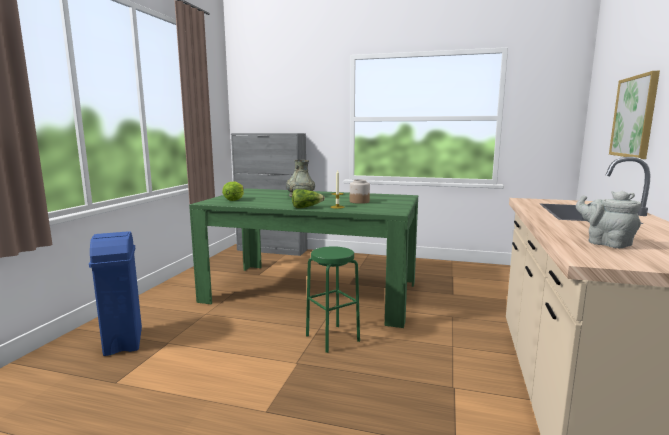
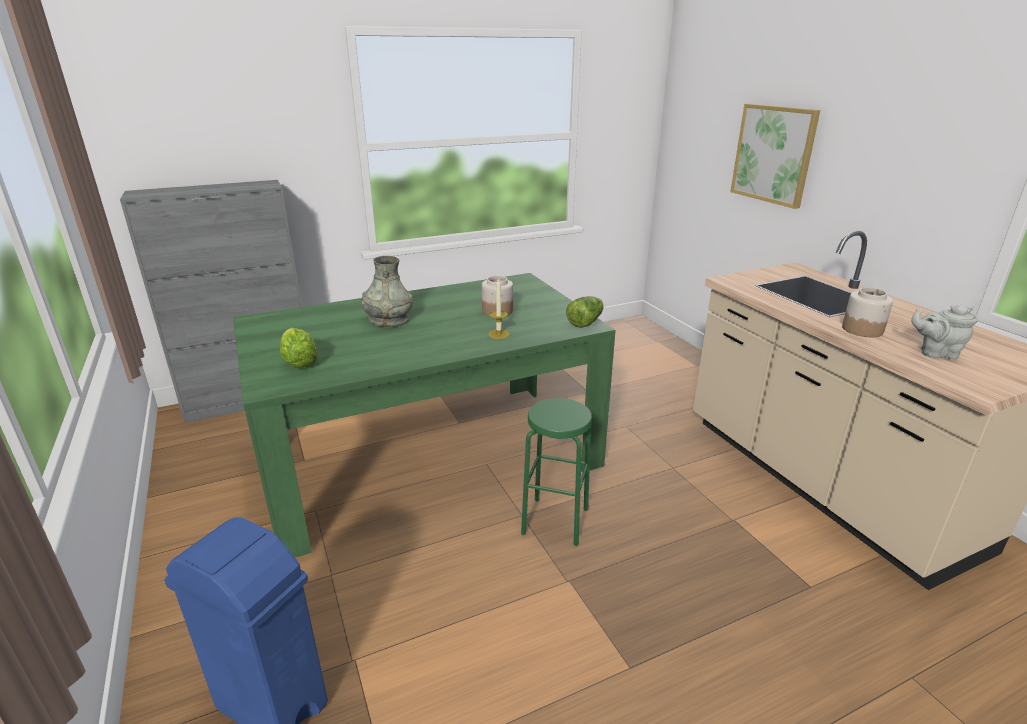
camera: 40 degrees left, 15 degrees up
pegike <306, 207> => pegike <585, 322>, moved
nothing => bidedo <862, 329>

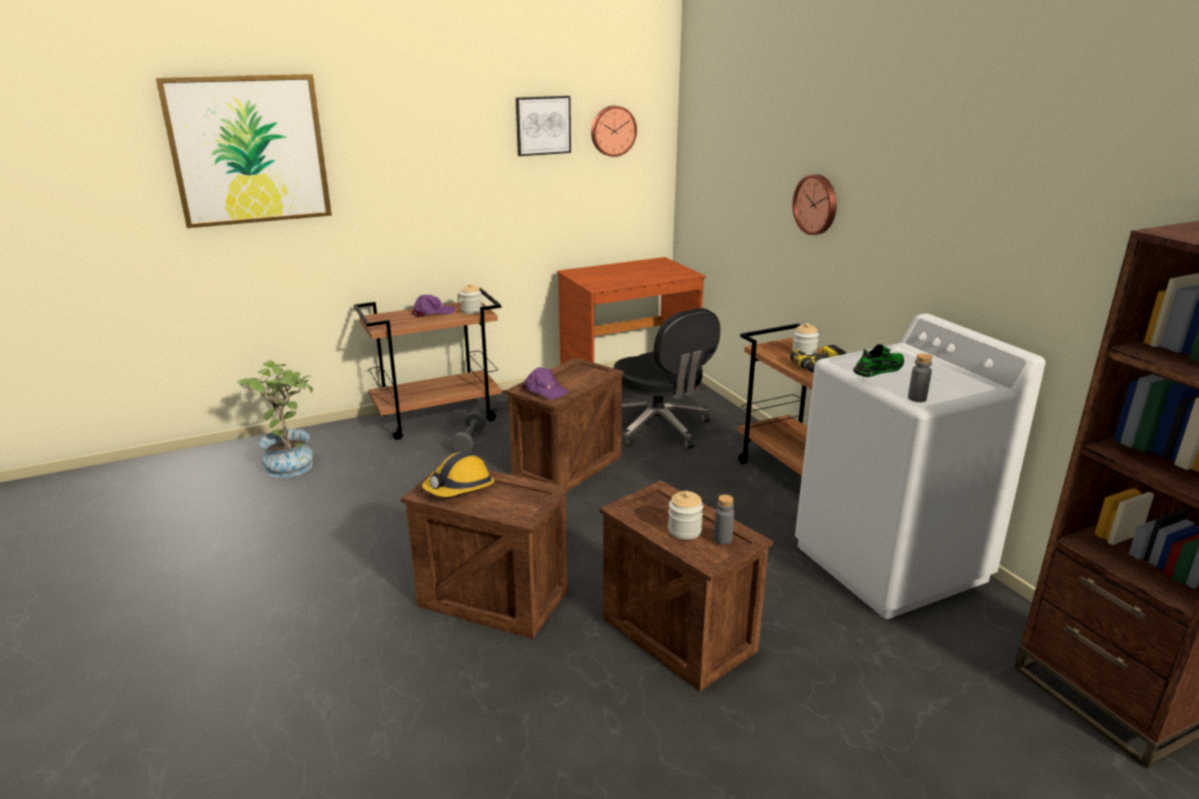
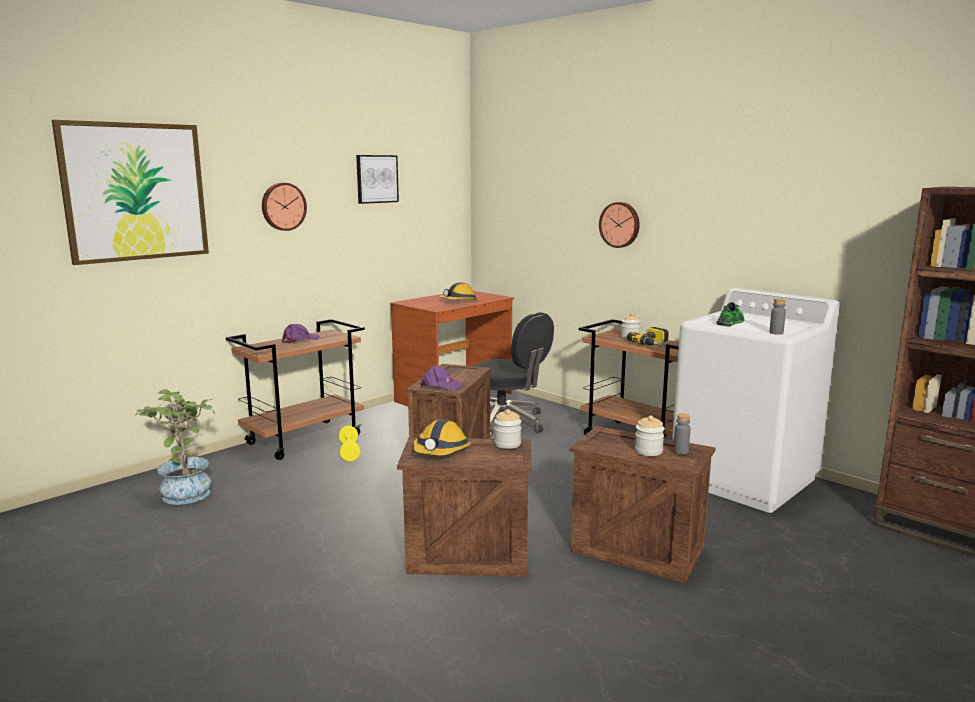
camera: 20 degrees left, 10 degrees down
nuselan <612, 131> => nuselan <283, 206>, moved
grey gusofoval <469, 441> => yellow gusofoval <349, 452>
nothing => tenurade <458, 302>
bidedo <471, 311> => bidedo <507, 444>, moved

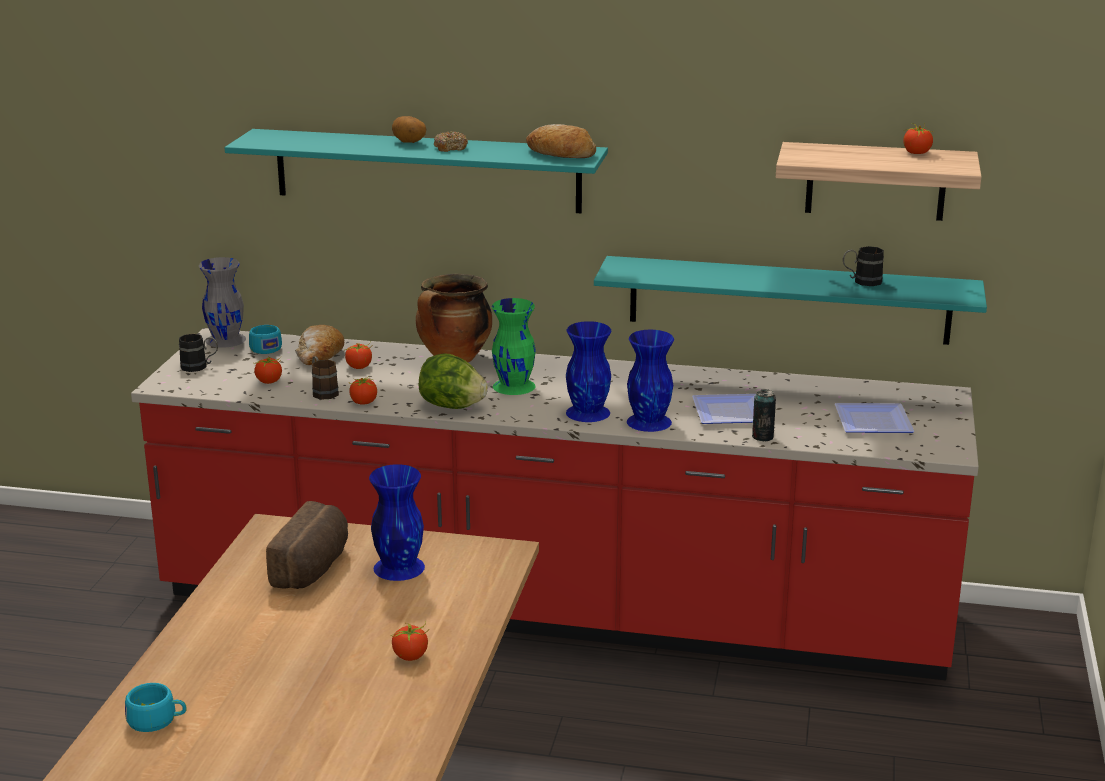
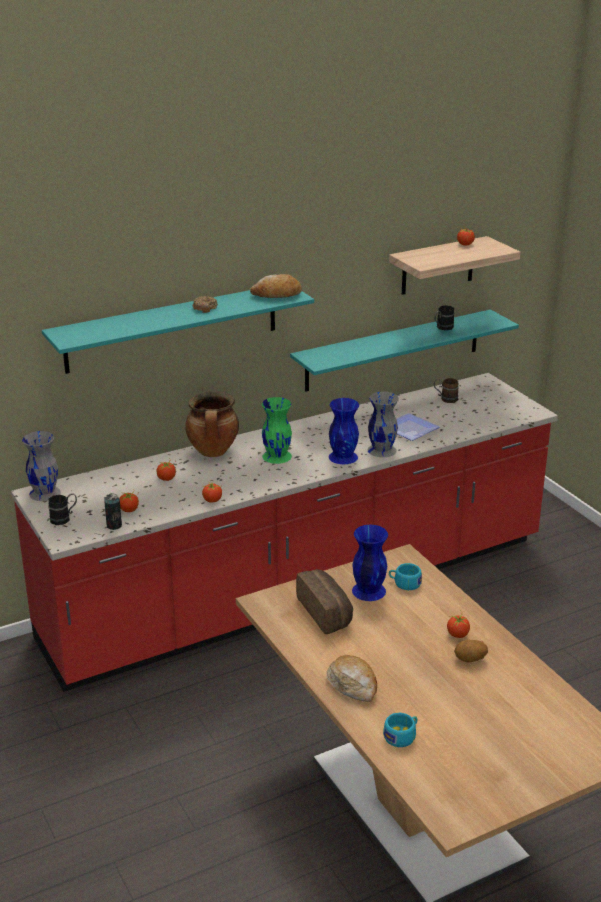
camera: 40 degrees left, 5 degrees up
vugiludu <762, 437> => vugiludu <114, 526>, moved
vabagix <319, 355> => vabagix <353, 685>, moved
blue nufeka <649, 421> => grey nufeka <381, 450>
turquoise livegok <264, 348> => turquoise livegok <404, 583>, moved
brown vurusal <322, 391> => brown vurusal <445, 398>, moved
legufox <409, 142> => legufox <470, 660>, moved
pegike <452, 406> => nothing
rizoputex <870, 421> => nothing

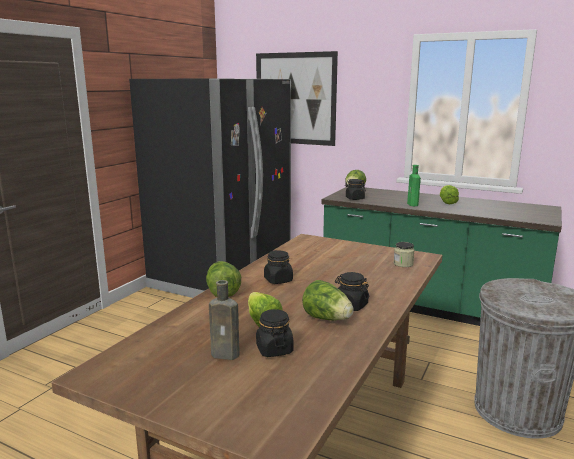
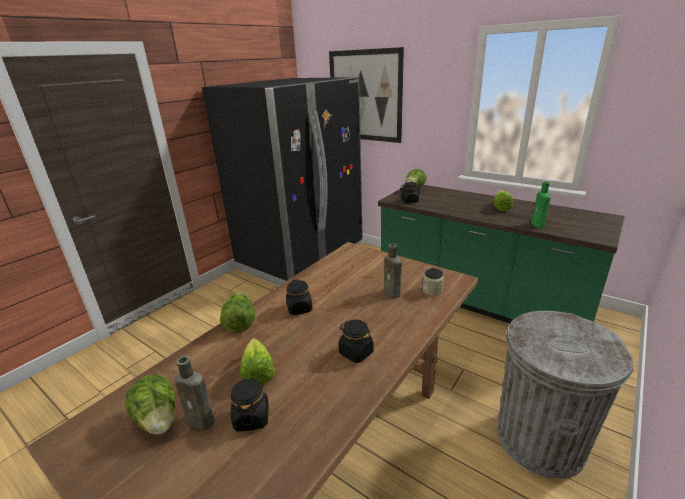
camera: 10 degrees right, 10 degrees up
pegike <327, 319> => pegike <159, 420>, moved
nothing => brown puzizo <393, 293>
green puzizo <413, 204> => green puzizo <538, 225>, moved

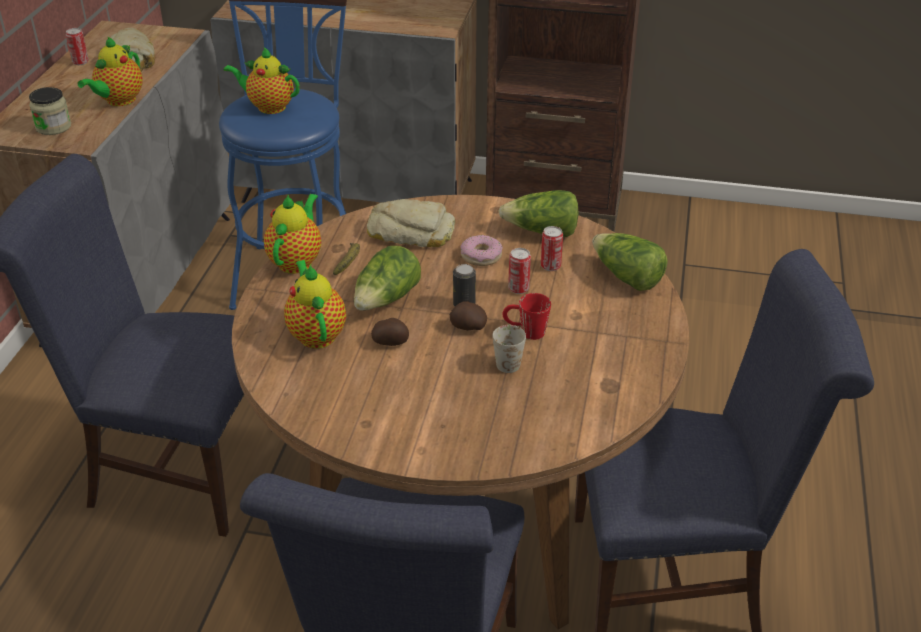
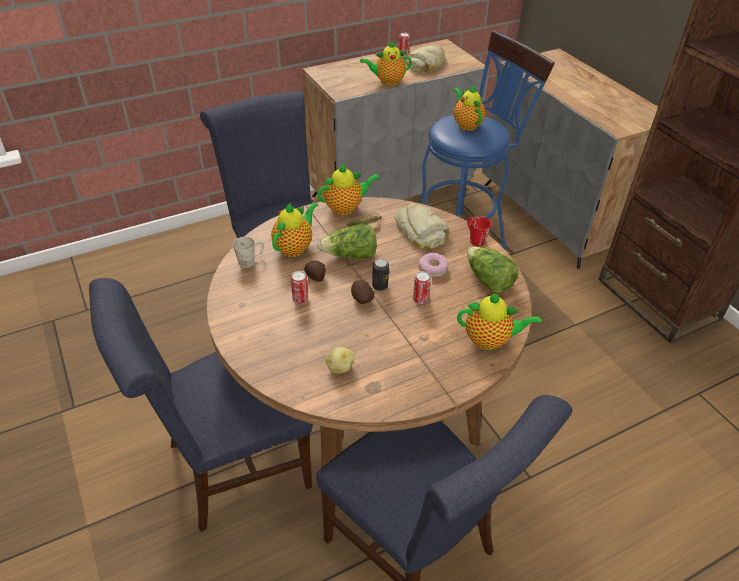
camera: 50 degrees right, 5 degrees up
white vurusal <508, 360> => white vurusal <251, 260>, moved
vugiludu <550, 266> => vugiludu <300, 299>, moved
nothing => legufox <339, 367>
pegike <626, 277> => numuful <490, 340>
red vurusal <525, 332> => red vurusal <474, 239>, moved
bidedo <53, 127> => nothing

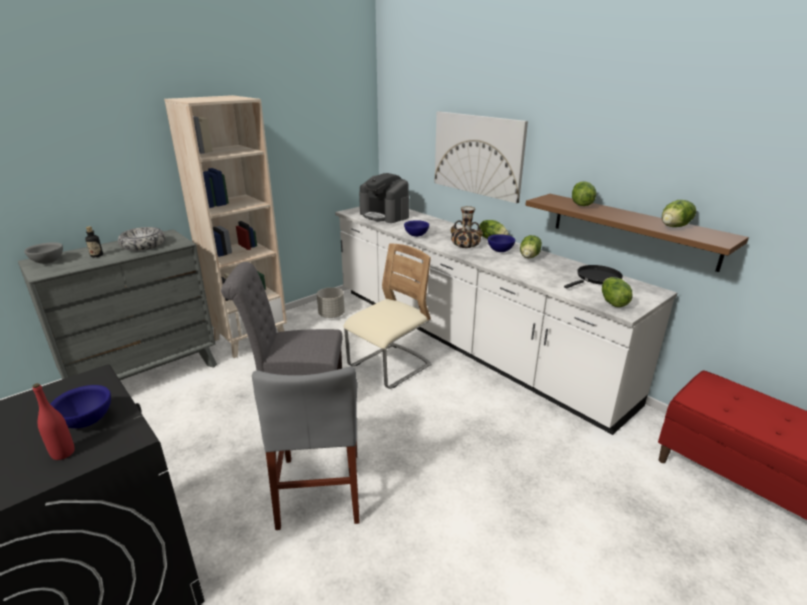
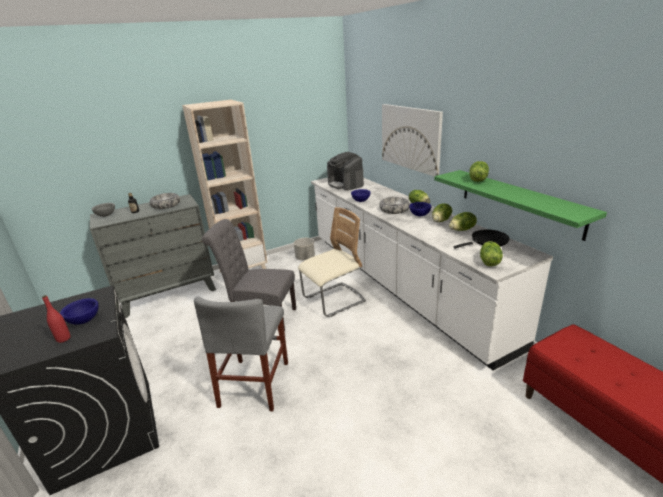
camera: 15 degrees right, 0 degrees up
nufeka <465, 245> => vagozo <394, 209>
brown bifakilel <632, 230> => green bifakilel <518, 202>
pegike <675, 226> => pegike <462, 230>, moved

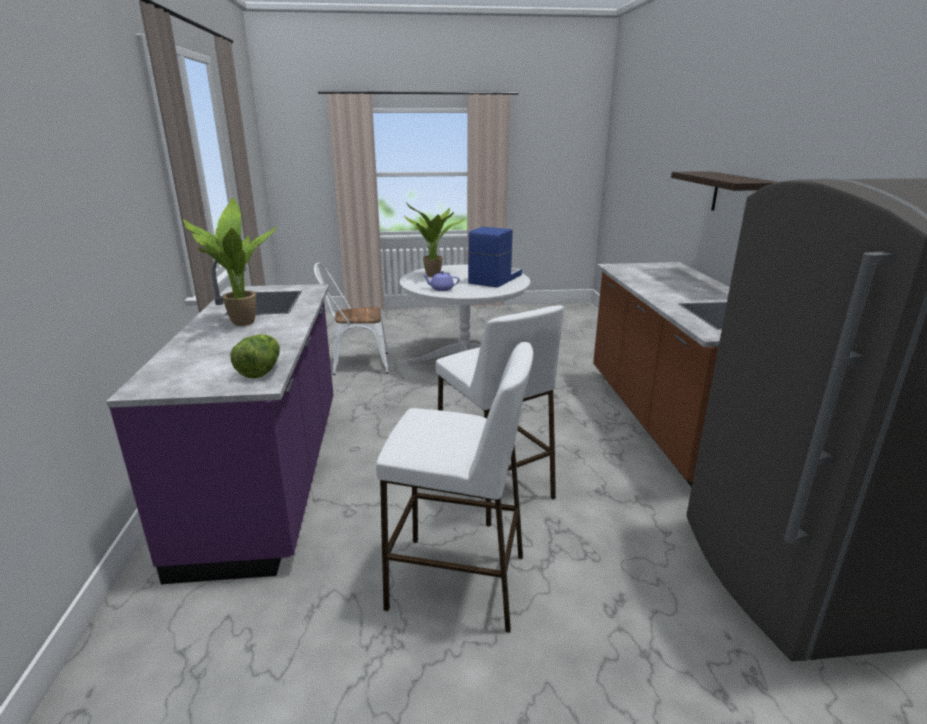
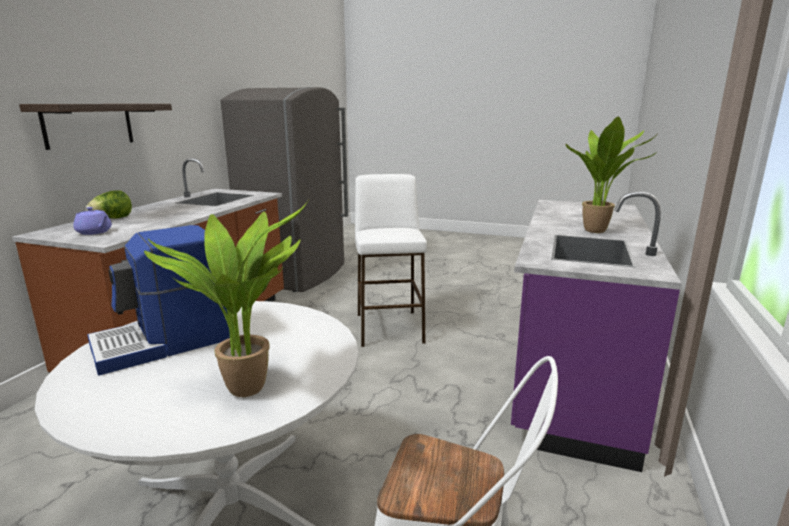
camera: 155 degrees left, 5 degrees down
purple numuful <441, 289> => purple numuful <94, 232>, moved
pegike <261, 371> => pegike <112, 219>, moved
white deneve <458, 582> => nothing

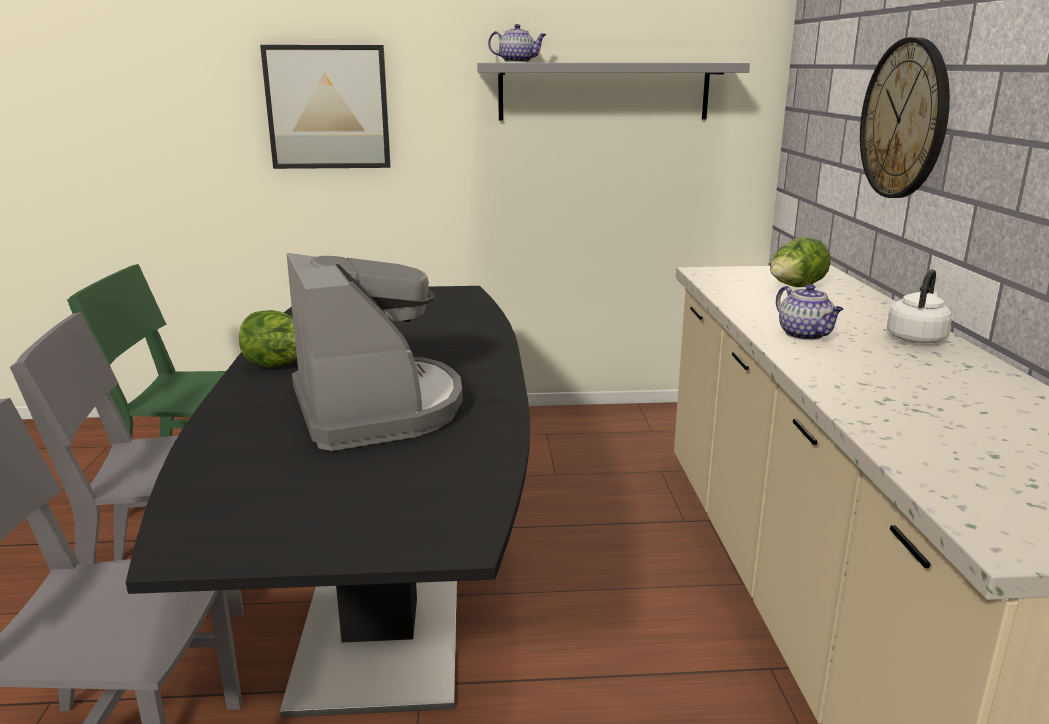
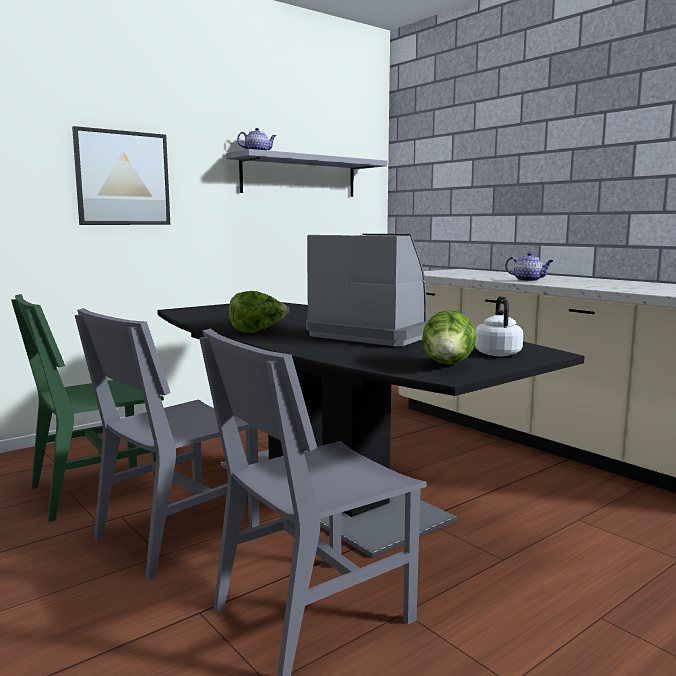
camera: 35 degrees left, 10 degrees down
pegike <795, 288> => pegike <448, 365>, moved
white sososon <916, 338> => white sososon <497, 353>, moved
nuselan <904, 119> => nothing

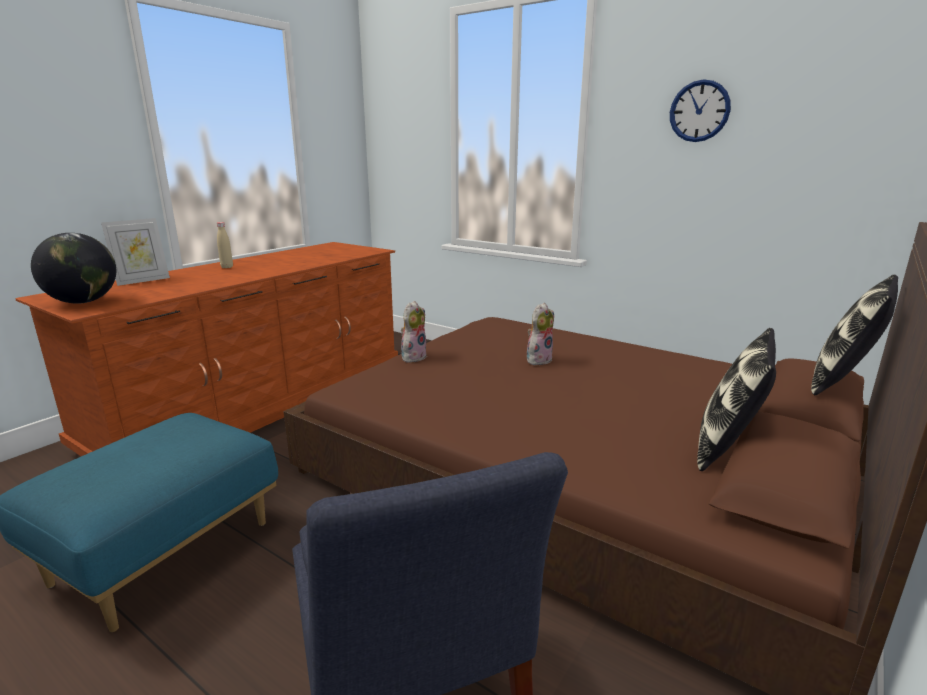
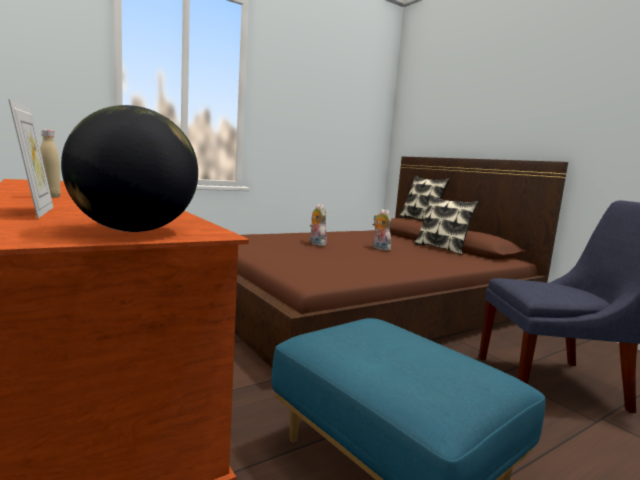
camera: 70 degrees left, 10 degrees down
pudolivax <413, 357> => pudolivax <379, 248>, moved
nuselan <699, 111> => nothing

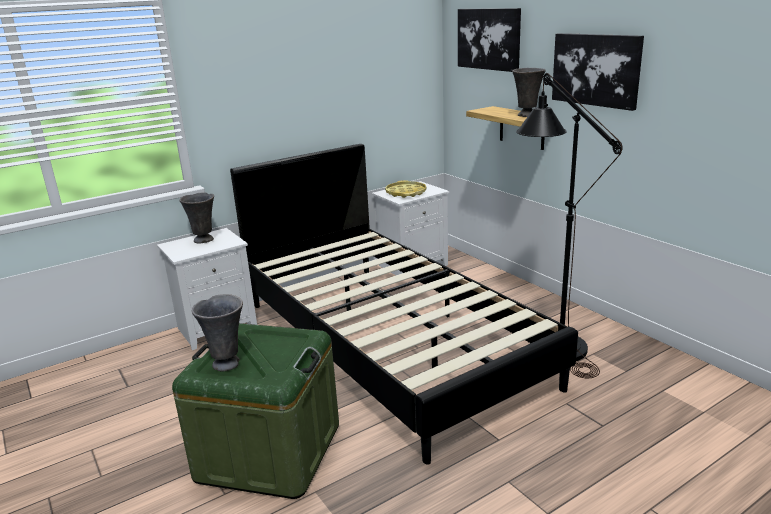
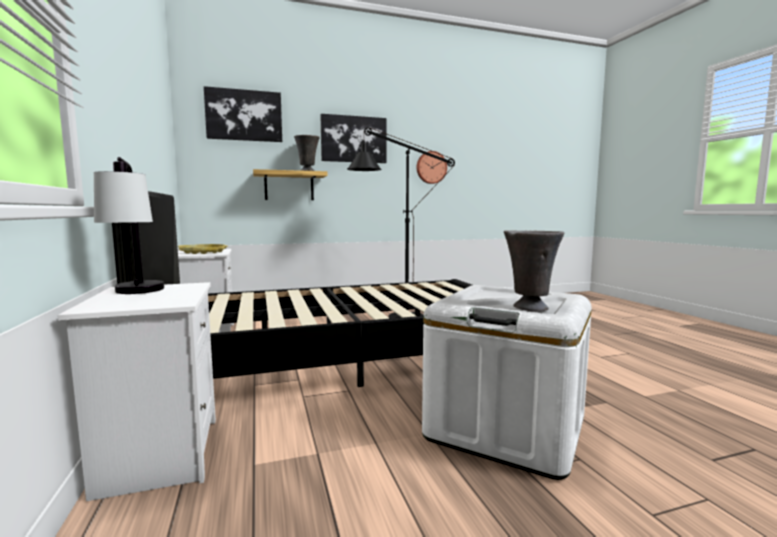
camera: 75 degrees left, 15 degrees down
grey nufeka <204, 240> => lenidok <137, 294>
nothing => nuselan <431, 167>
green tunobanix <269, 452> => white tunobanix <505, 427>

